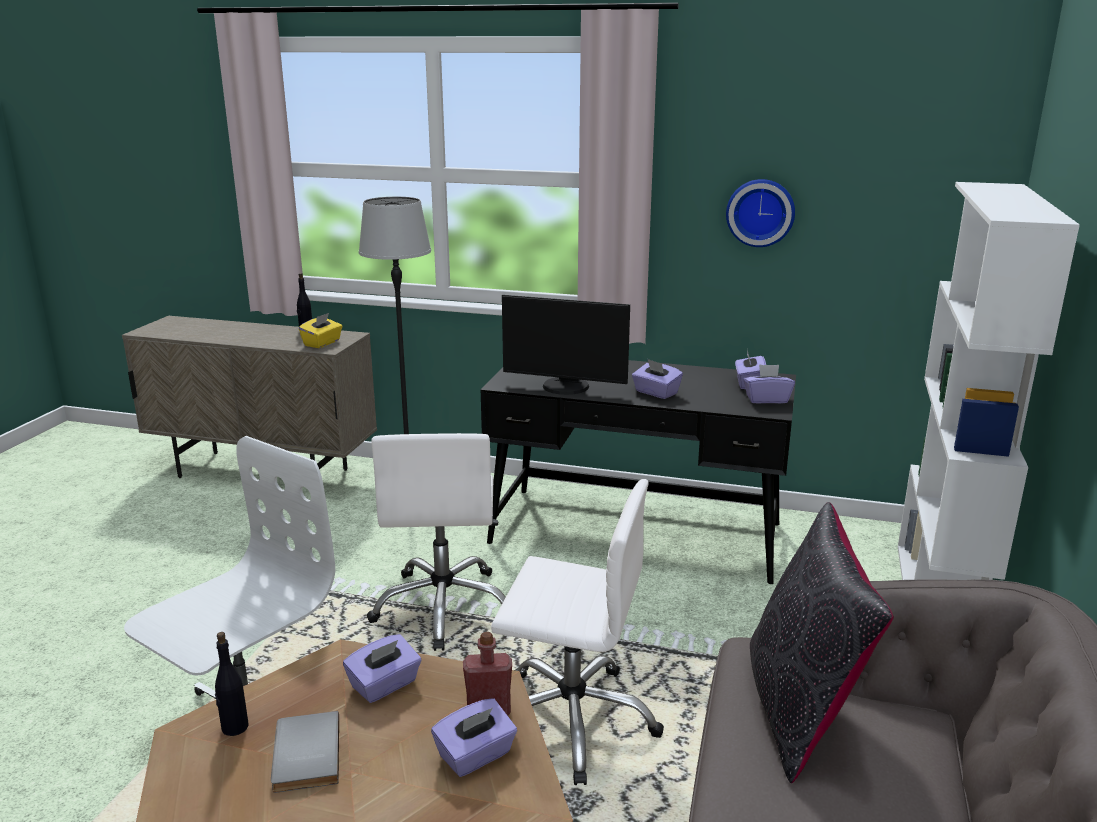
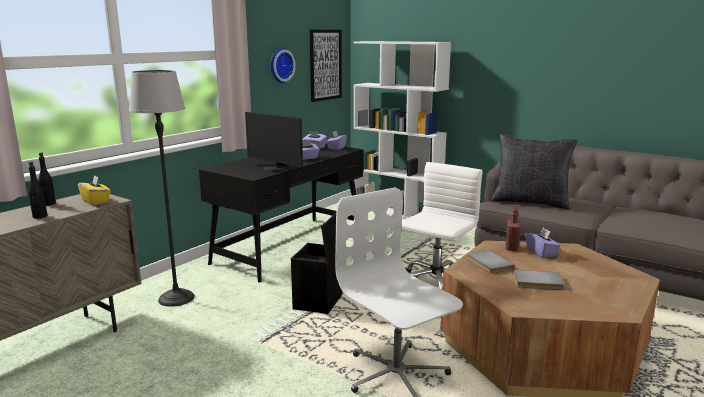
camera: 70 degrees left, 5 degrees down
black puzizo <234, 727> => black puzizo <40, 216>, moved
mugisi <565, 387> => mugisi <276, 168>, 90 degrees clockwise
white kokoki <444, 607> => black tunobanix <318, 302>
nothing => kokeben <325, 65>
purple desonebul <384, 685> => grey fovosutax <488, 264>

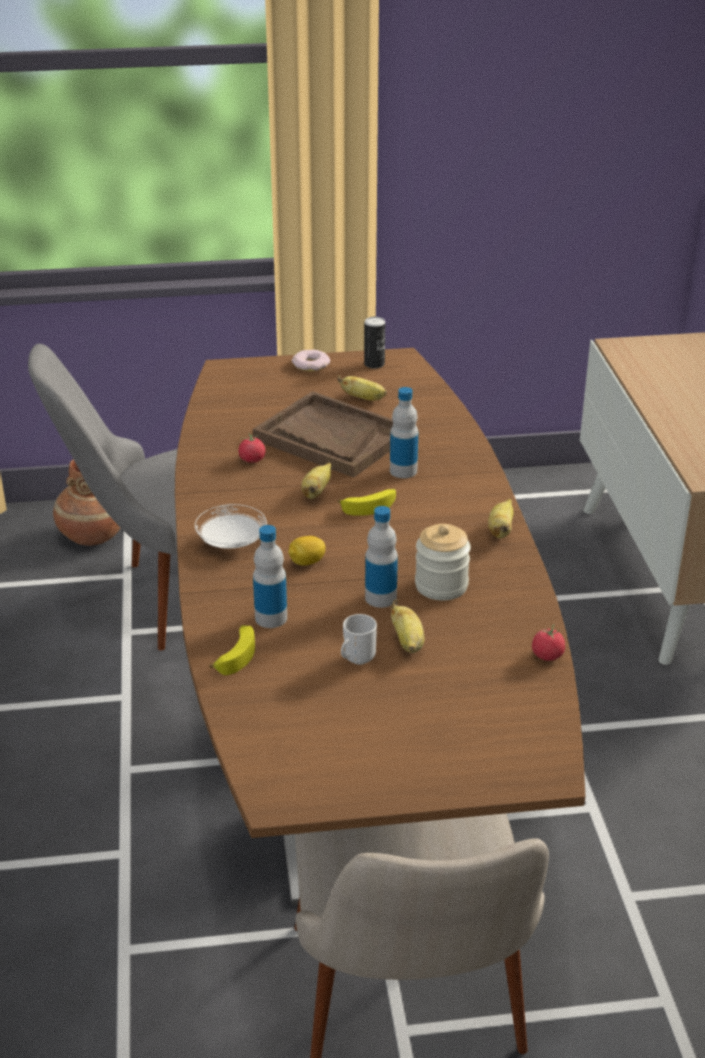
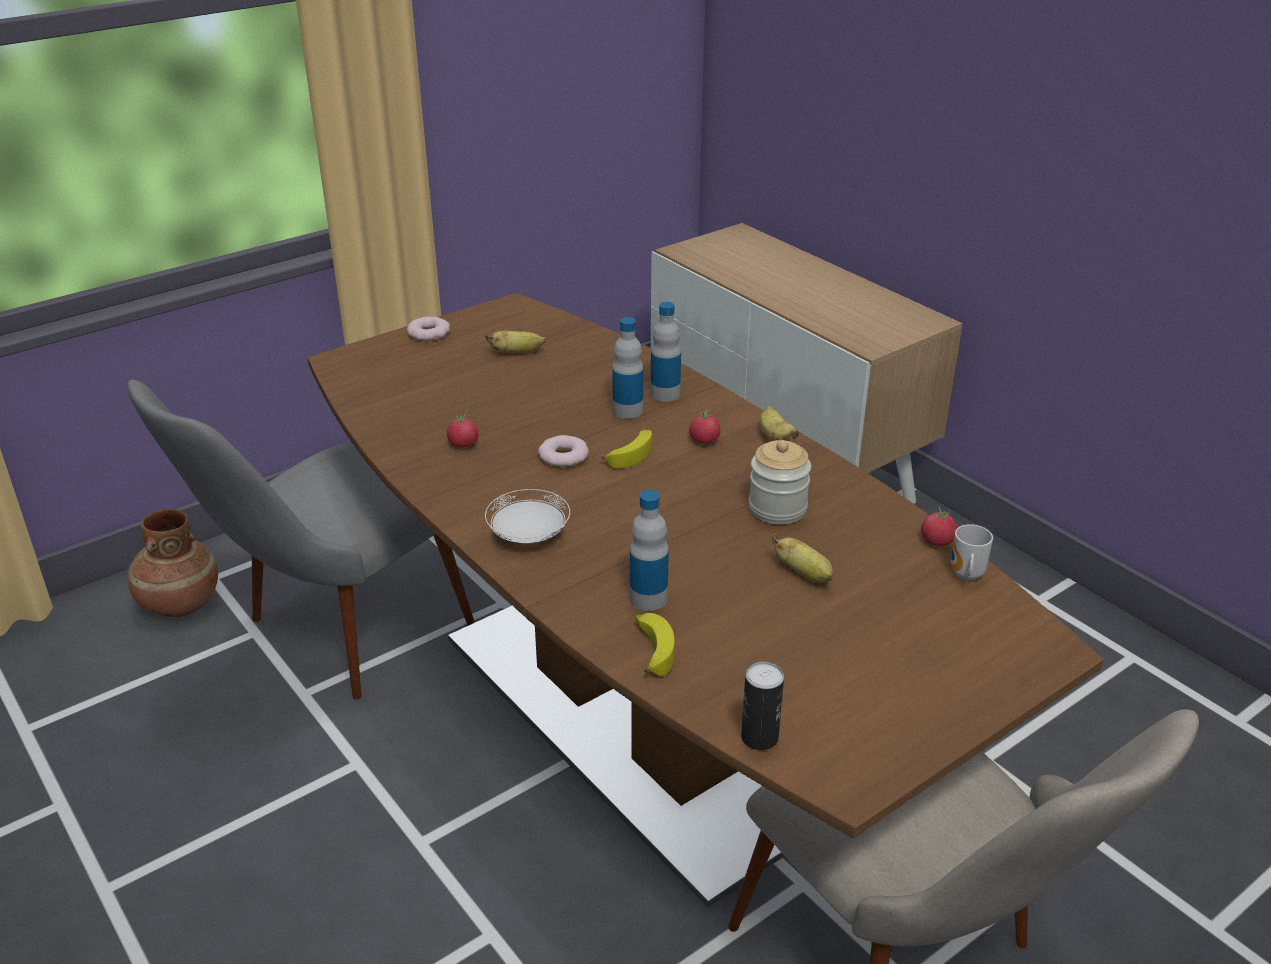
camera: 30 degrees left, 0 degrees up
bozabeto <316, 492> => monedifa <563, 456>
puzizo <380, 598> => puzizo <665, 394>, moved
nothing => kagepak <704, 440>
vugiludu <374, 364> => vugiludu <759, 737>, moved
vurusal <356, 659> => vurusal <964, 575>, moved
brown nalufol <331, 438> => nothing
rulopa <306, 562> => nothing

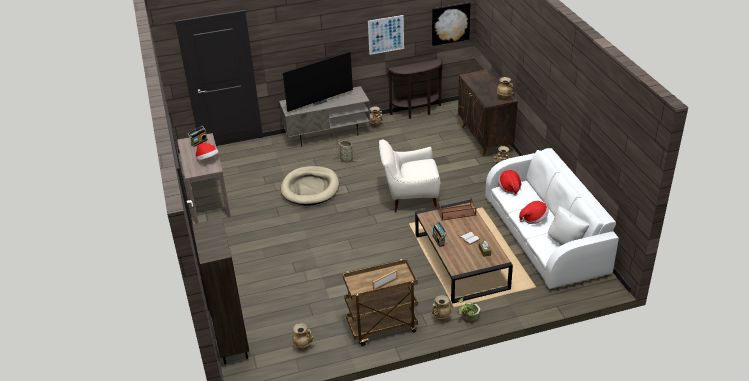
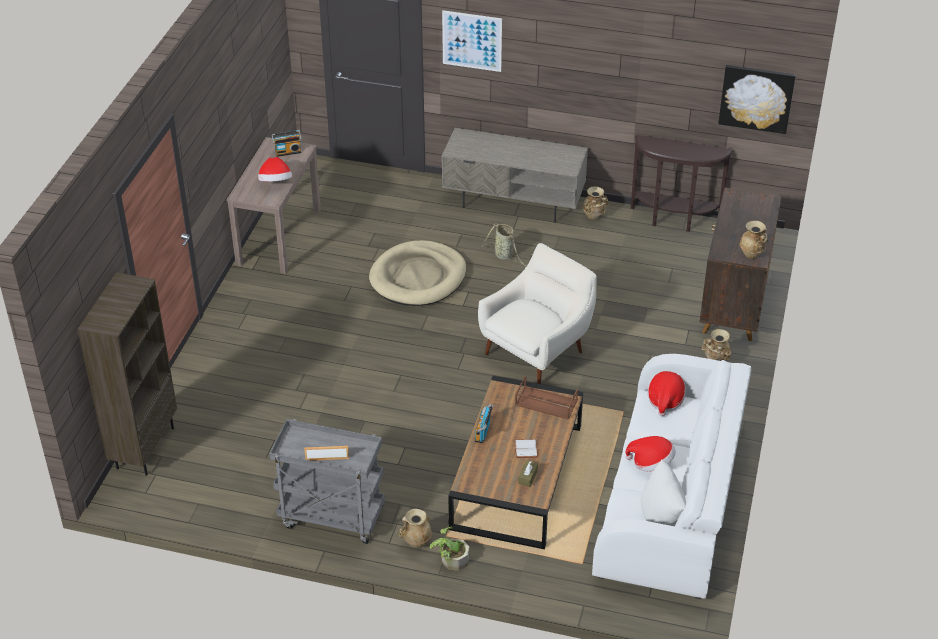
camera: 30 degrees right, 5 degrees up
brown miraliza <381, 328> => grey miraliza <331, 517>
kokeben <386, 34> => kokeben <472, 41>, moved
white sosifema <410, 197> => white sosifema <537, 351>, 105 degrees clockwise
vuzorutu <319, 101> => nothing
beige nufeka <303, 346> => nothing

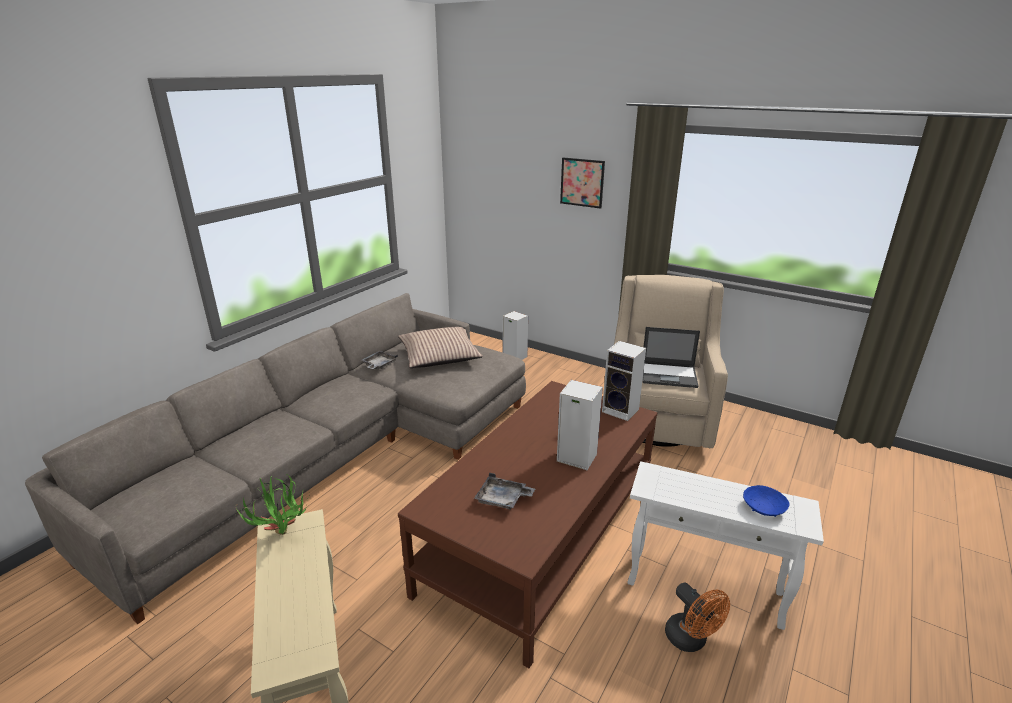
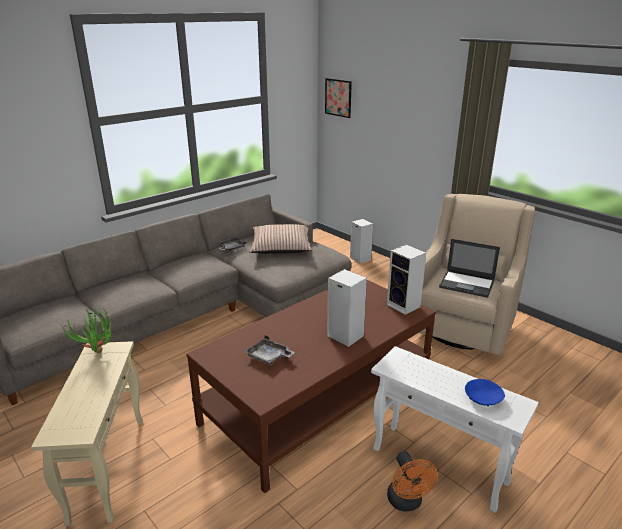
camera: 15 degrees right, 0 degrees up
kokeben <582, 182> => kokeben <338, 97>, moved

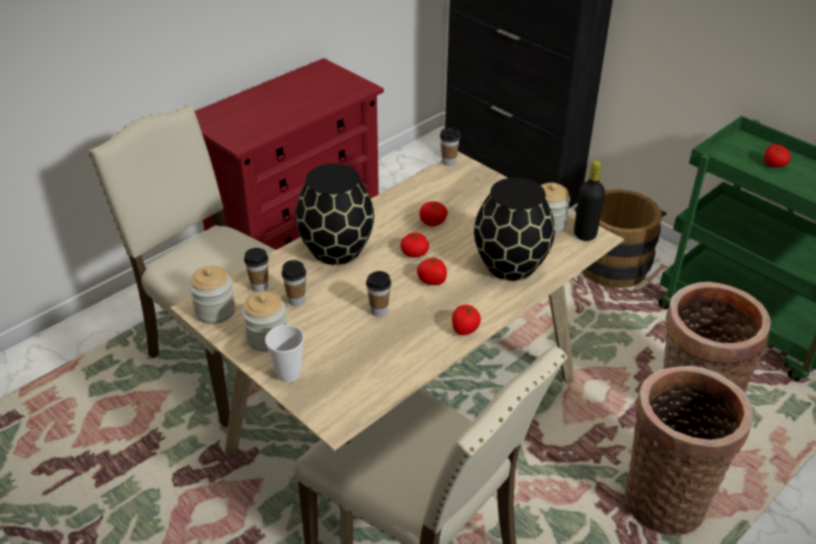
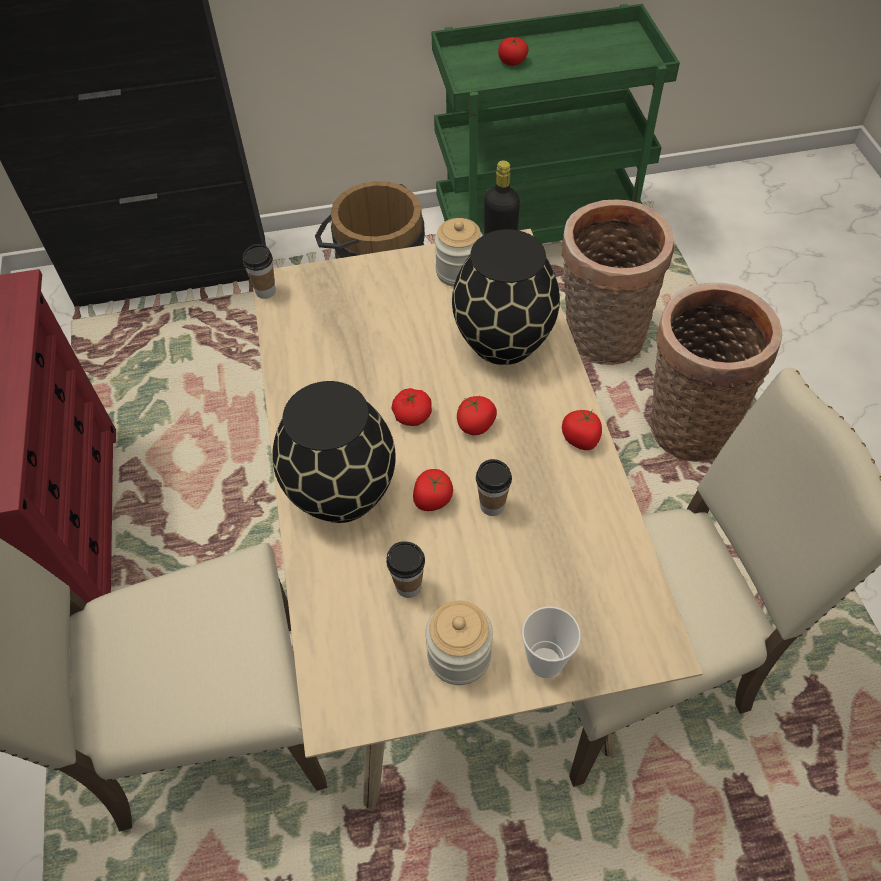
camera: 55 degrees left, 15 degrees up
kagepak <432, 222> => kagepak <432, 500>, moved
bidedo <215, 311> => nothing
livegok <259, 286> => nothing

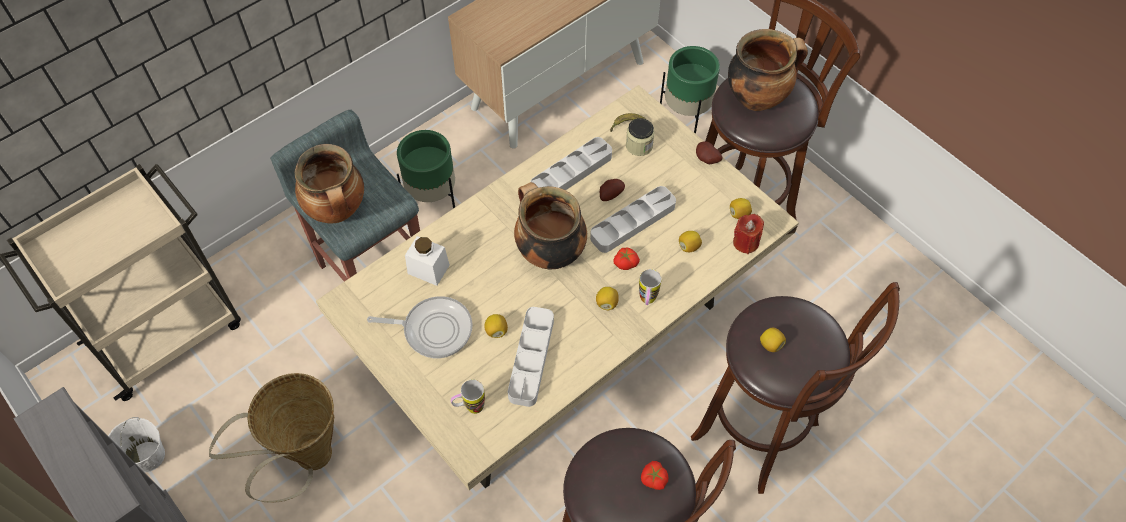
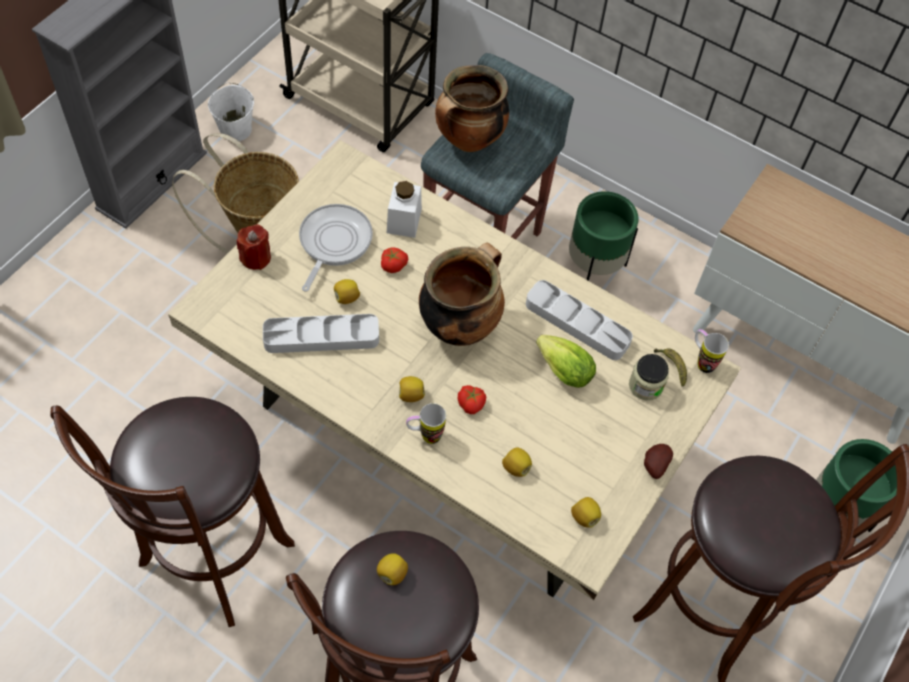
camera: 70 degrees right, 0 degrees up
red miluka <746, 242> => red miluka <256, 258>, moved
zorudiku <433, 329> => zorudiku <333, 243>, 150 degrees counterclockwise
kagepak <653, 479> => kagepak <393, 264>, moved
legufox <610, 194> => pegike <561, 369>
vurusal <469, 408> => vurusal <701, 361>, moved
grey nalufol <633, 222> => nothing
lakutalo <757, 97> => nothing

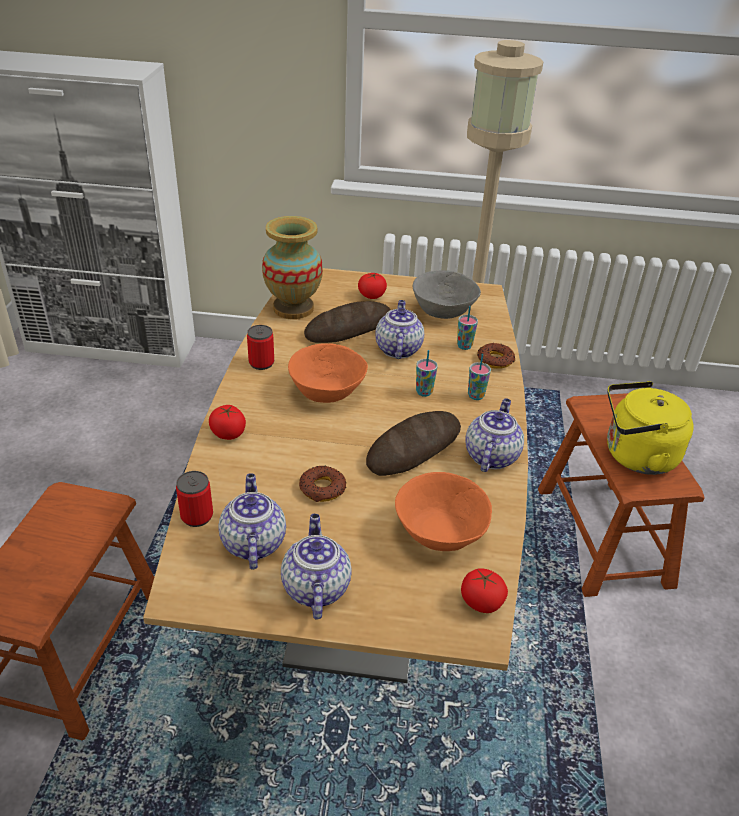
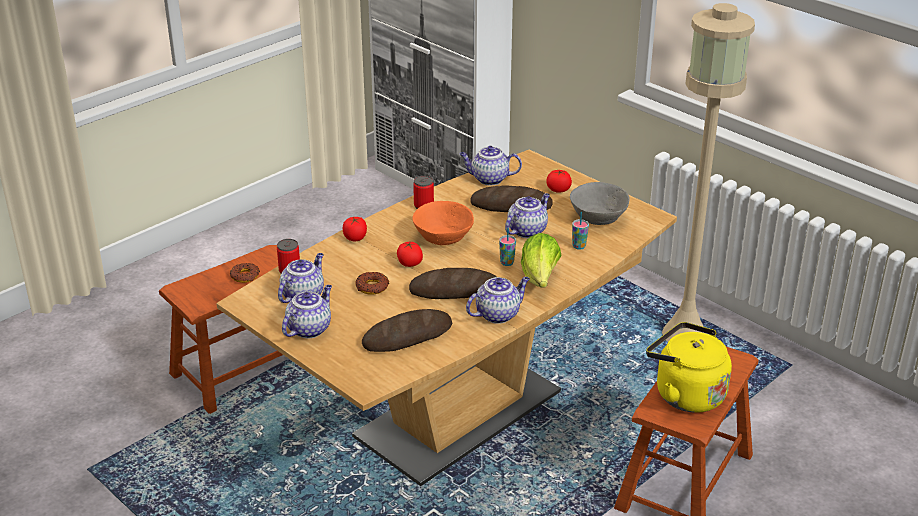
camera: 40 degrees right, 5 degrees down
monedifa <495, 360> => monedifa <245, 276>, moved
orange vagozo <438, 533> => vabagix <407, 336>
kagepak <481, 602> => kagepak <409, 263>, moved
nufeka <293, 308> => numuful <489, 179>
livegok <476, 396> => pegike <540, 278>

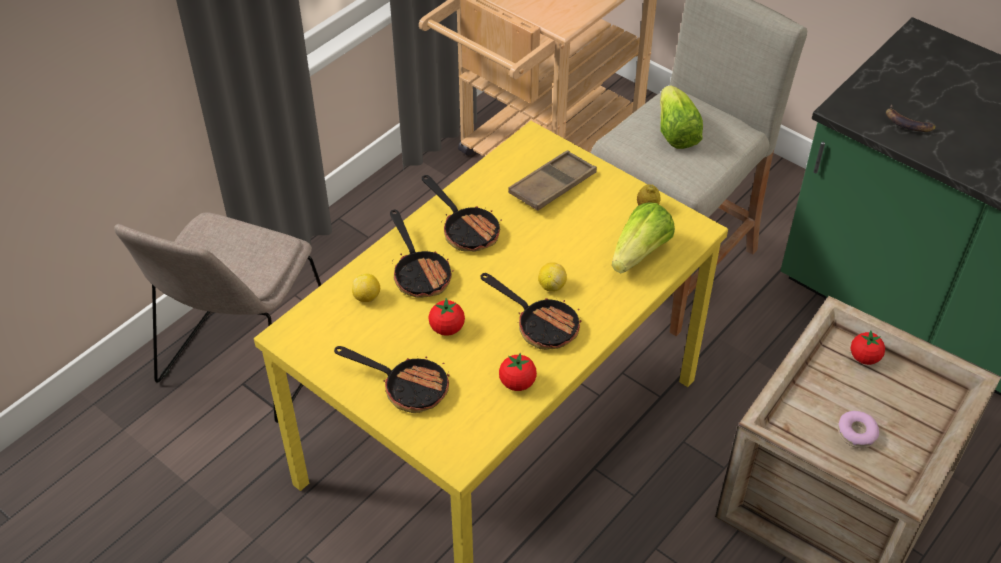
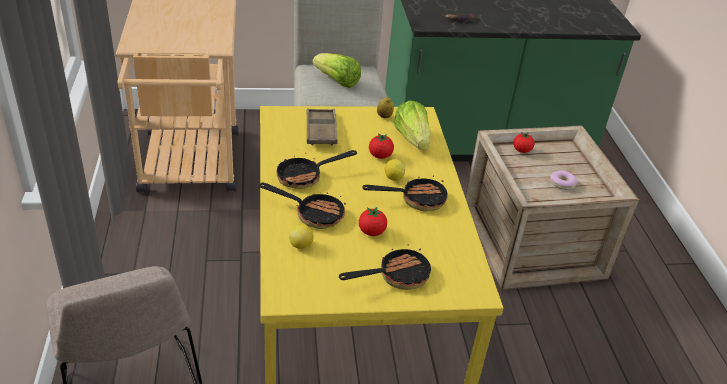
camera: 50 degrees left, 10 degrees down
zorudiku <466, 229> => zorudiku <305, 177>, 150 degrees clockwise
kagepak <517, 383> => kagepak <380, 156>, moved

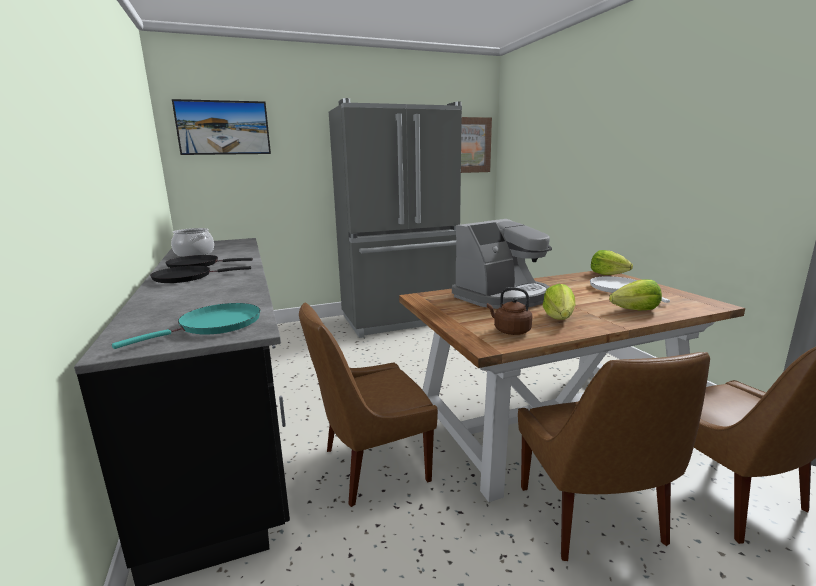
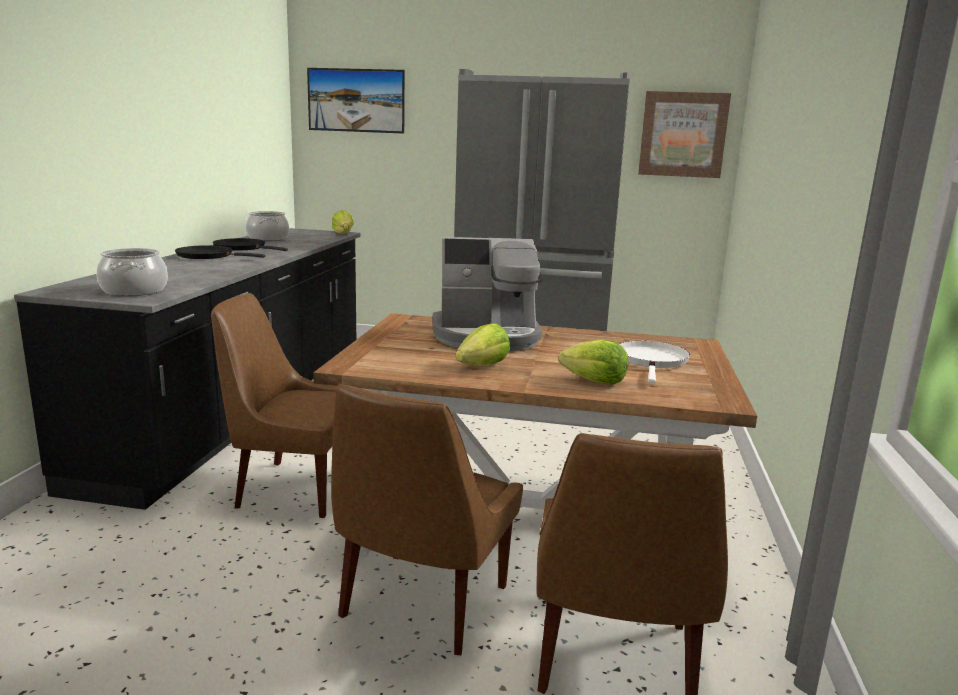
camera: 30 degrees right, 0 degrees up
turquoise zorudiku <215, 325> => lakutalo <135, 291>
pegike <608, 274> => pegike <343, 234>, moved
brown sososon <510, 331> => nothing

